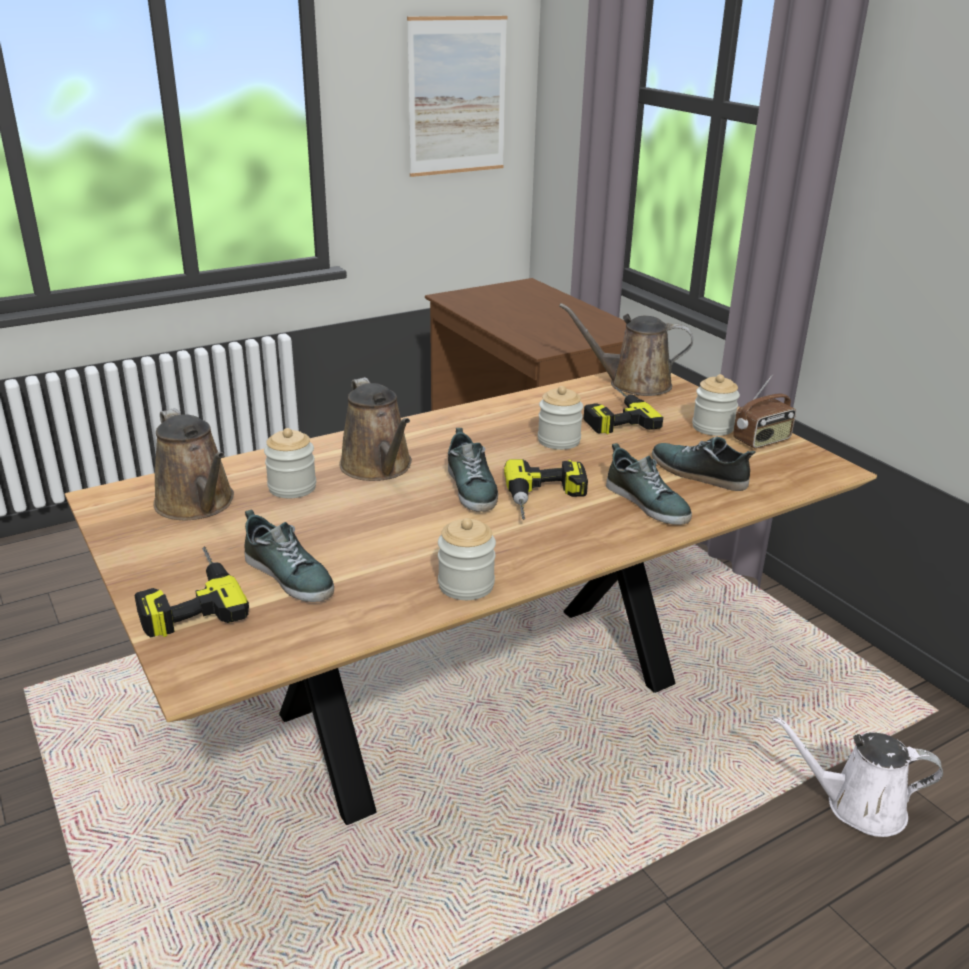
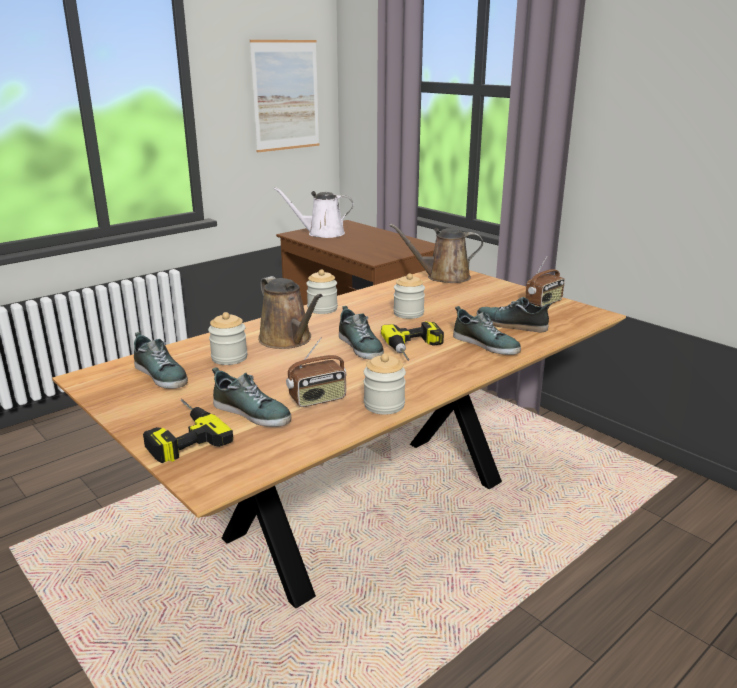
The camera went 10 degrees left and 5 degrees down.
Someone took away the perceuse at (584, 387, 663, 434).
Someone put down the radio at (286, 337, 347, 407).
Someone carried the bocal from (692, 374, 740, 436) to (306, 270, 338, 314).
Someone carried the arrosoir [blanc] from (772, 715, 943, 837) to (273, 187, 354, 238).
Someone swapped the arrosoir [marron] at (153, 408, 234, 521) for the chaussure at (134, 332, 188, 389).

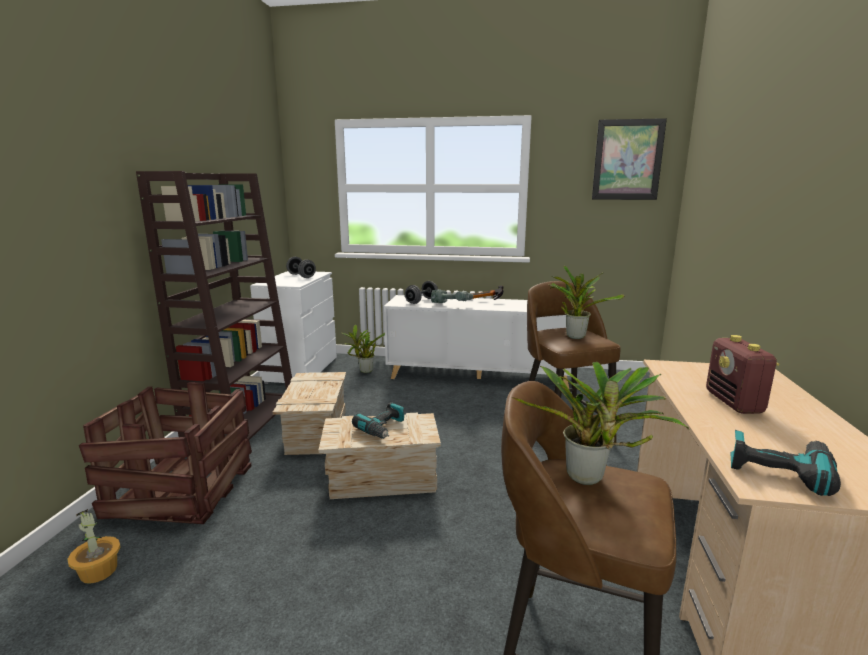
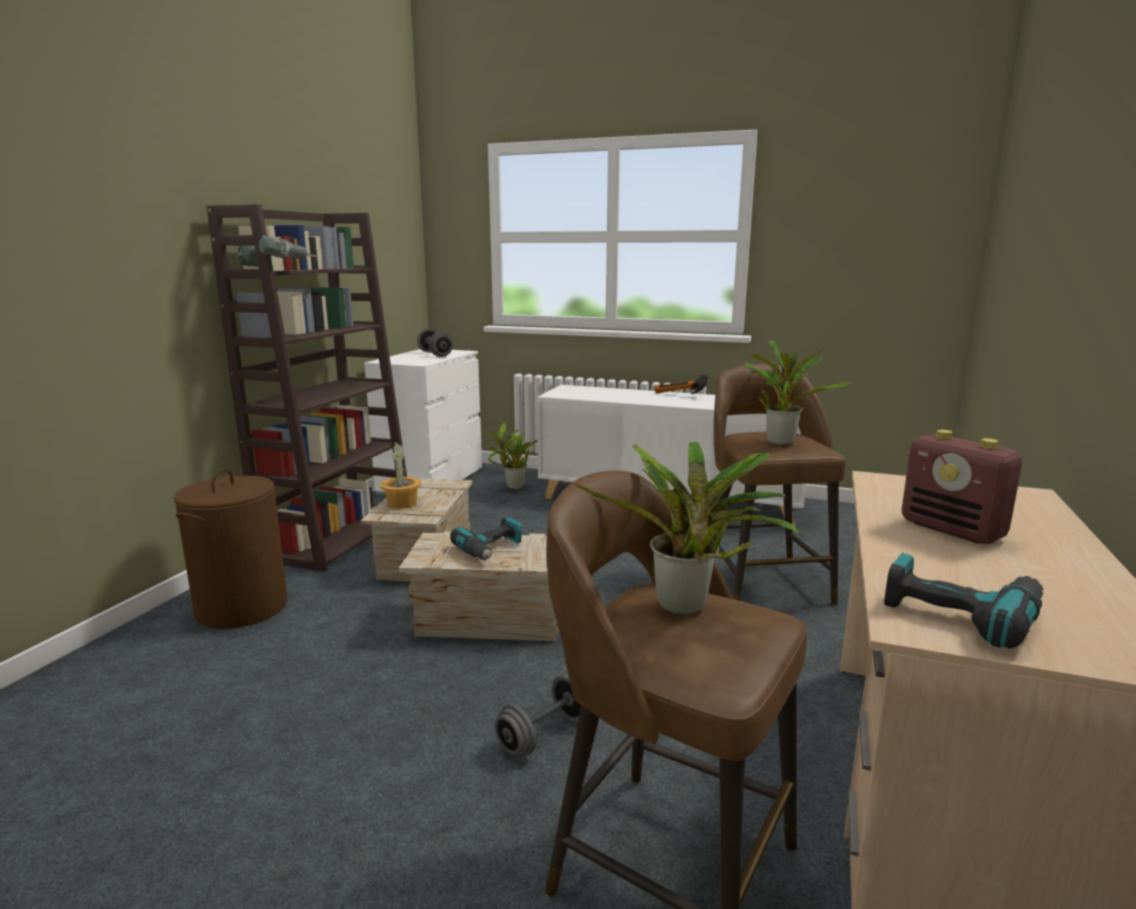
The camera went 10 degrees right and 0 degrees up.
Someone took away the tableau at (592, 118, 667, 200).
Someone carried the plante en pot from (68, 509, 121, 584) to (380, 441, 421, 509).
Someone carried the haltère [gris] from (405, 281, 438, 304) to (495, 674, 581, 755).
Someone carried the perceuse from (431, 289, 474, 303) to (238, 235, 318, 267).
Someone swapped the caisse at (79, 382, 252, 524) for the panier à linge [marron] at (174, 469, 288, 629).
Someone rotated the radio at (706, 335, 780, 414) by 45 degrees counterclockwise.

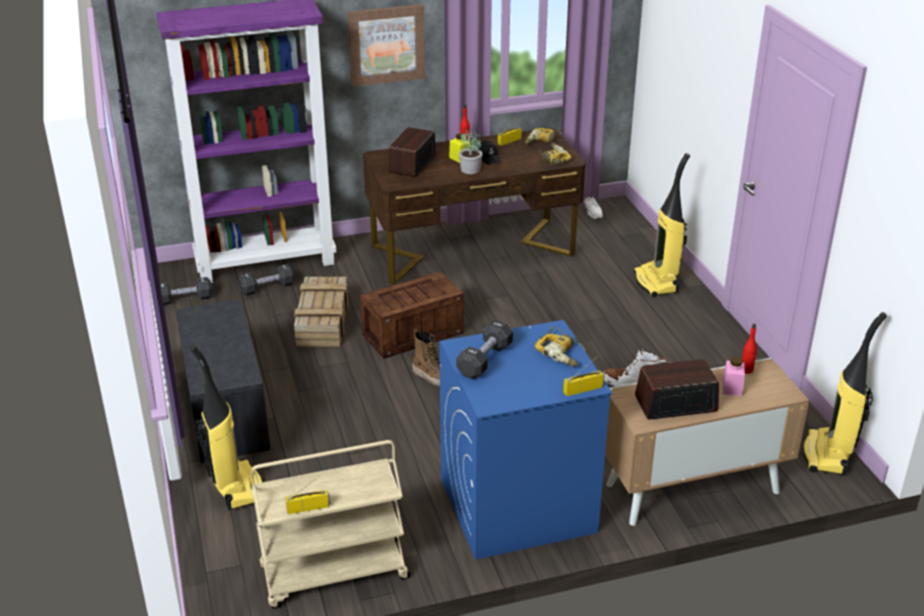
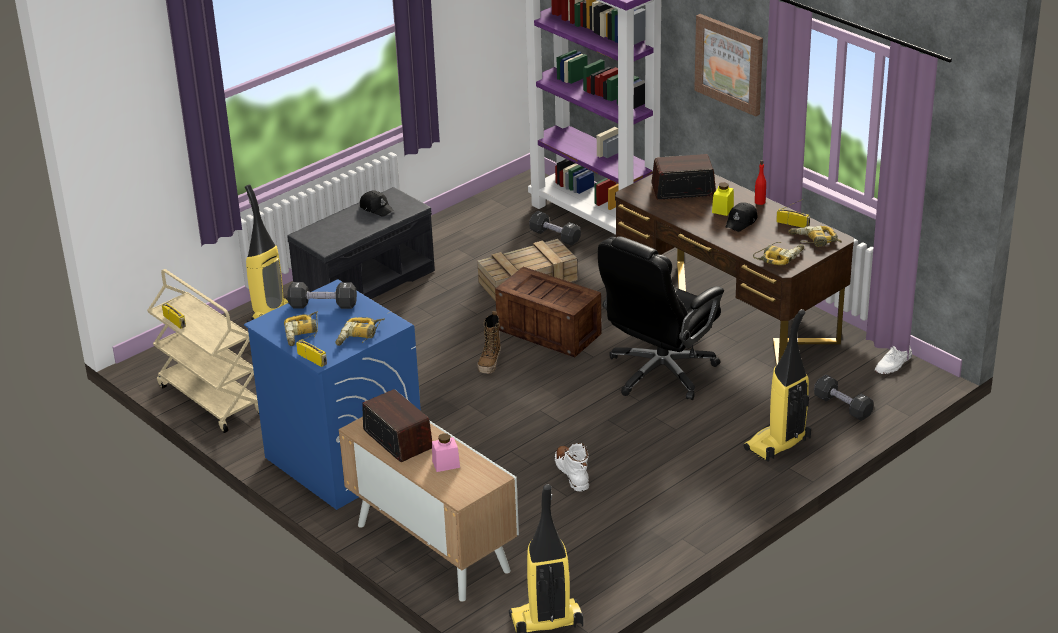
The camera went 65 degrees right and 0 degrees up.
Someone took away the plante en pot at (459, 128, 483, 174).
Someone took away the bouteille [rouge] at (742, 323, 757, 373).
Someone put down the perceuse at (284, 311, 318, 346).
Someone put down the casquette [noir] at (360, 190, 394, 217).
Someone put down the chaise de bureau [noir] at (598, 236, 724, 400).
Someone carried the haltère [noir] from (160, 277, 213, 305) to (814, 375, 873, 421).

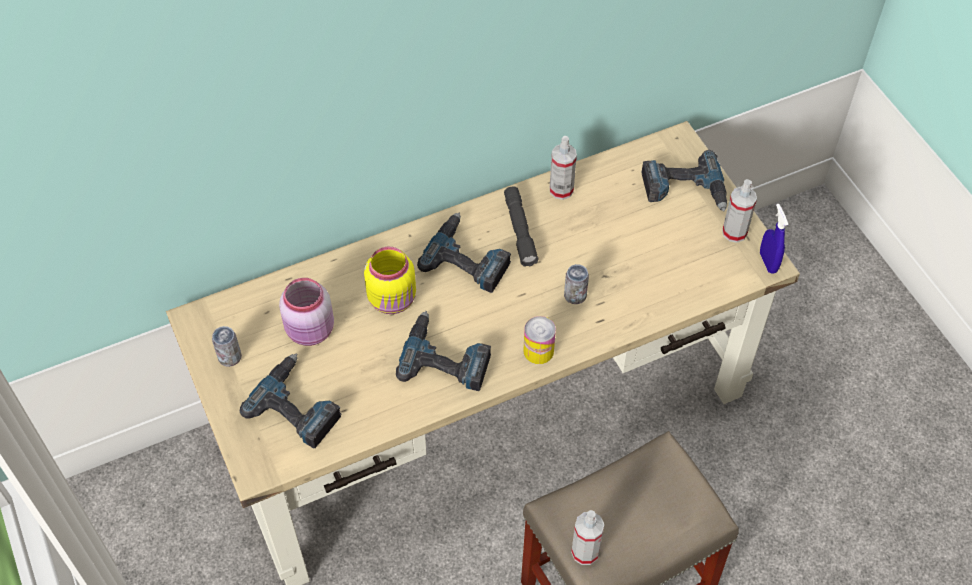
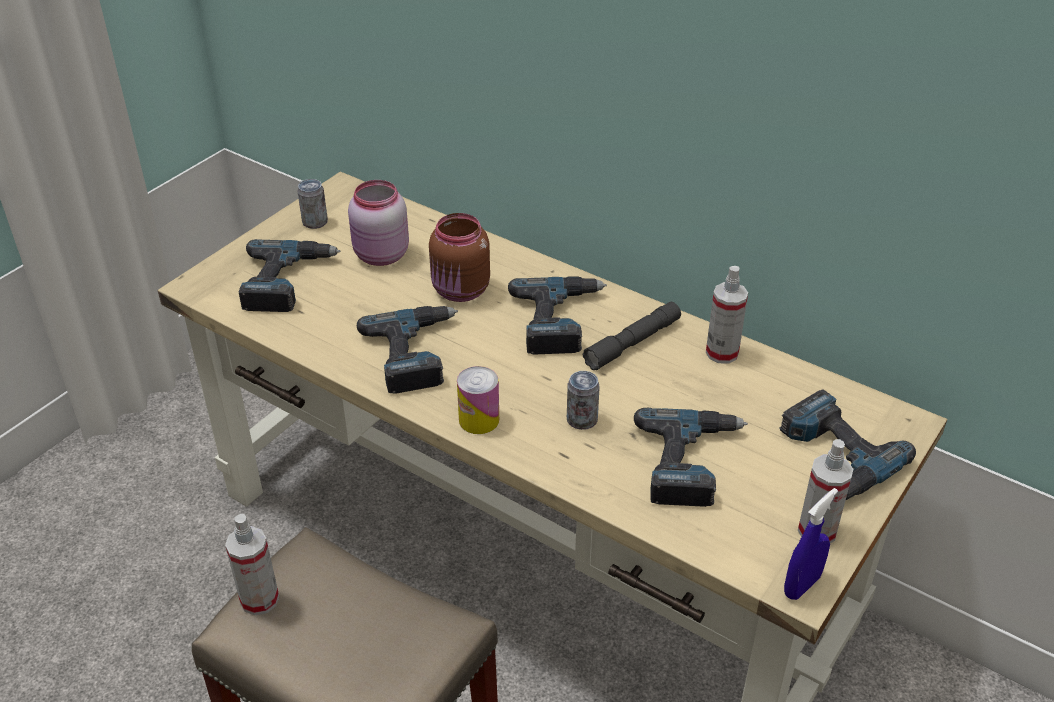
The camera went 60 degrees right and 15 degrees down.
Someone put down the perceuse at (634, 407, 748, 507).
Someone repainted the bocal [jaune] at (364, 247, 416, 314), which became the bocal [marron] at (429, 213, 490, 302).

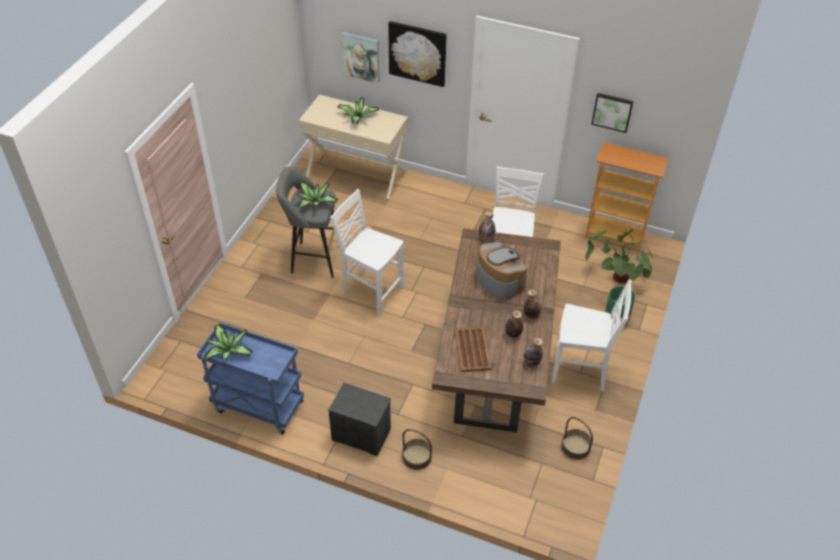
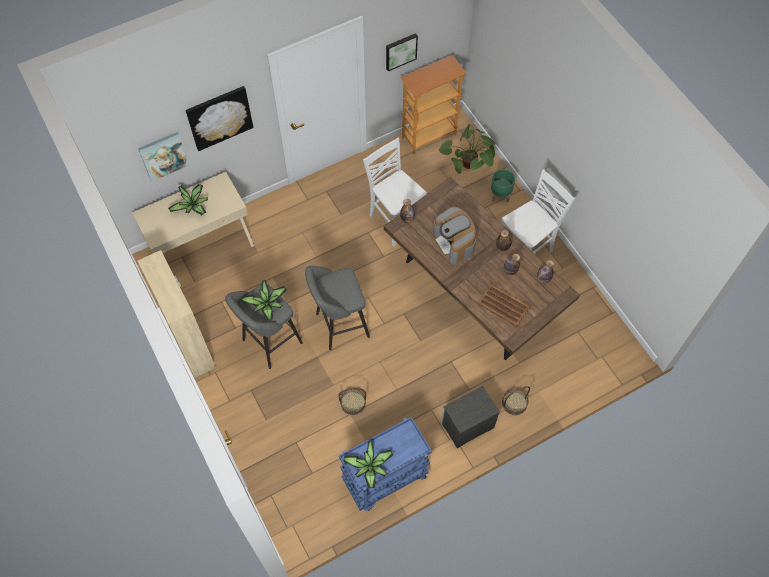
The camera went 50 degrees left and 15 degrees up.
Someone put down the meuble de rangement [beige] at (138, 250, 216, 378).
Someone carried the panier from (561, 417, 593, 460) to (338, 388, 366, 415).
Someone swapped the chaise [blanc] at (330, 189, 404, 315) for the tabouret [gris] at (305, 266, 370, 350).
Someone rotated the machine à café at (476, 242, 527, 299) by 120 degrees counterclockwise.

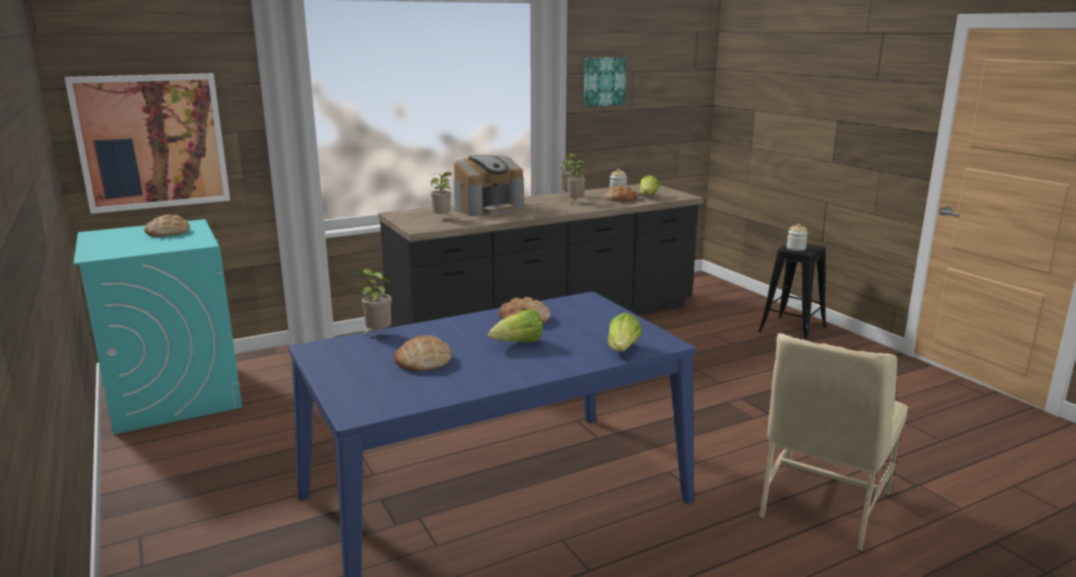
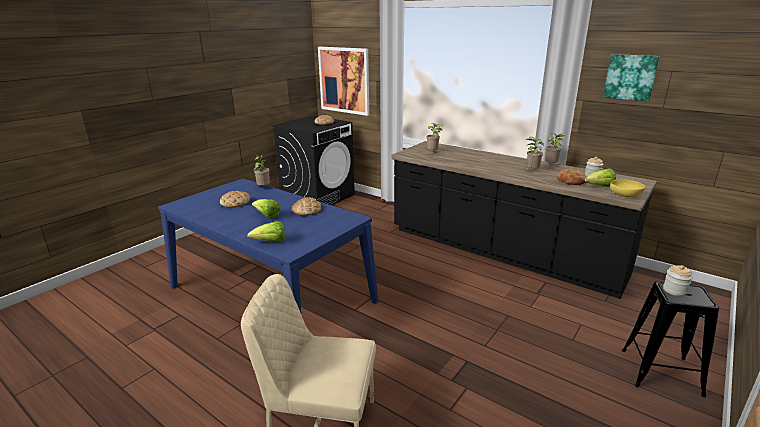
The camera went 65 degrees right and 5 degrees up.
Someone took away the machine à café at (454, 155, 524, 216).
Someone put down the bol [jaune] at (610, 180, 645, 197).
Someone repainted the lave-linge [turquoise] at (74, 219, 242, 435), which became the lave-linge [noir] at (272, 116, 355, 205).

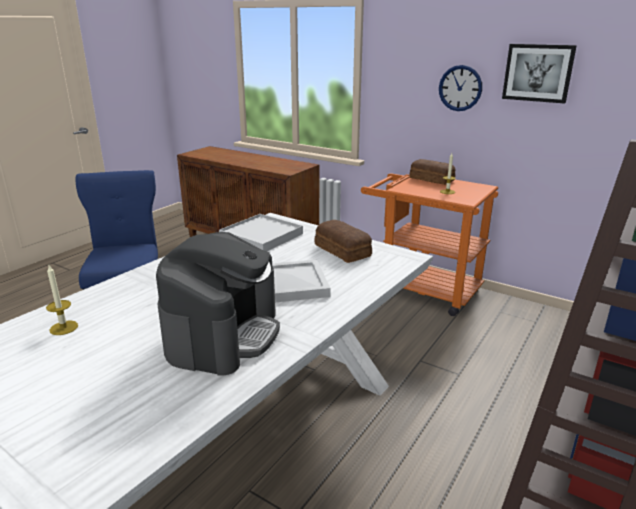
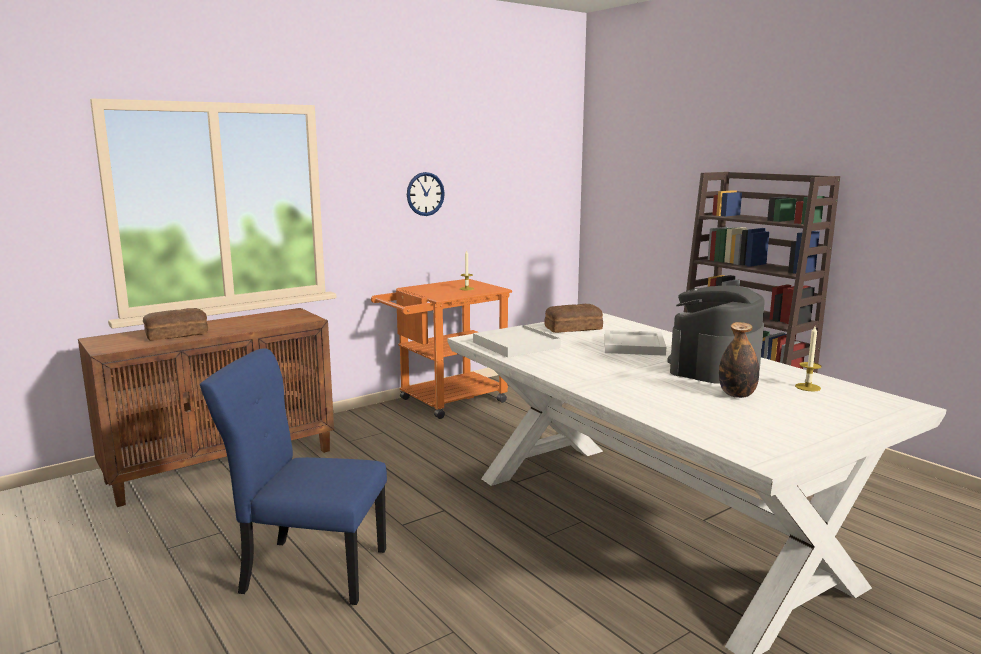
The camera went 70 degrees left and 10 degrees down.
Someone took away the tableau at (502, 44, 577, 103).
Someone put down the bouteille at (719, 322, 759, 398).
Someone carried the bougie from (46, 265, 78, 335) to (795, 326, 822, 391).
Someone carried the pain from (410, 159, 456, 185) to (143, 308, 208, 341).
Someone rotated the machine à café at (156, 232, 280, 376) by 90 degrees counterclockwise.

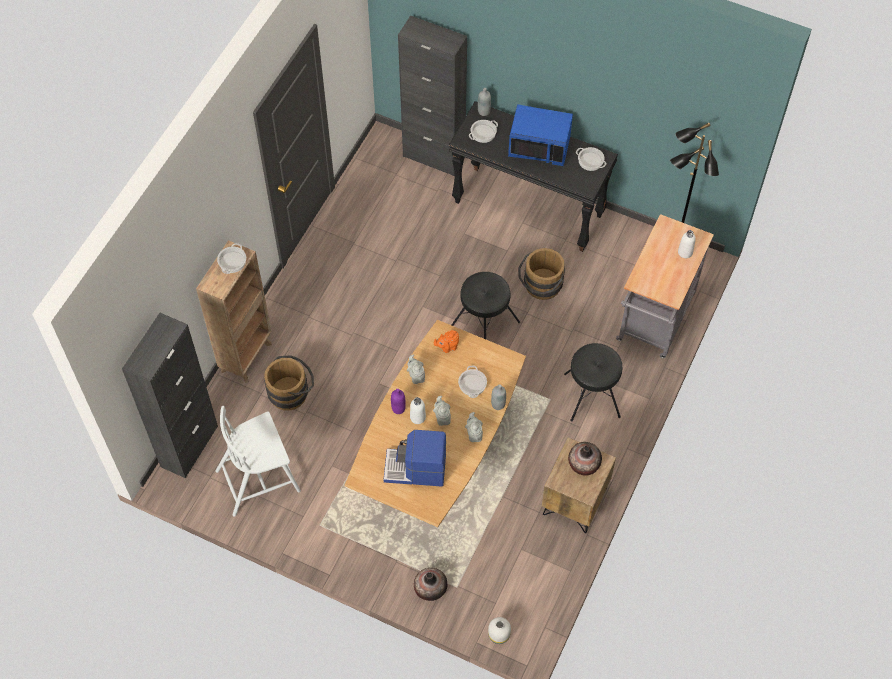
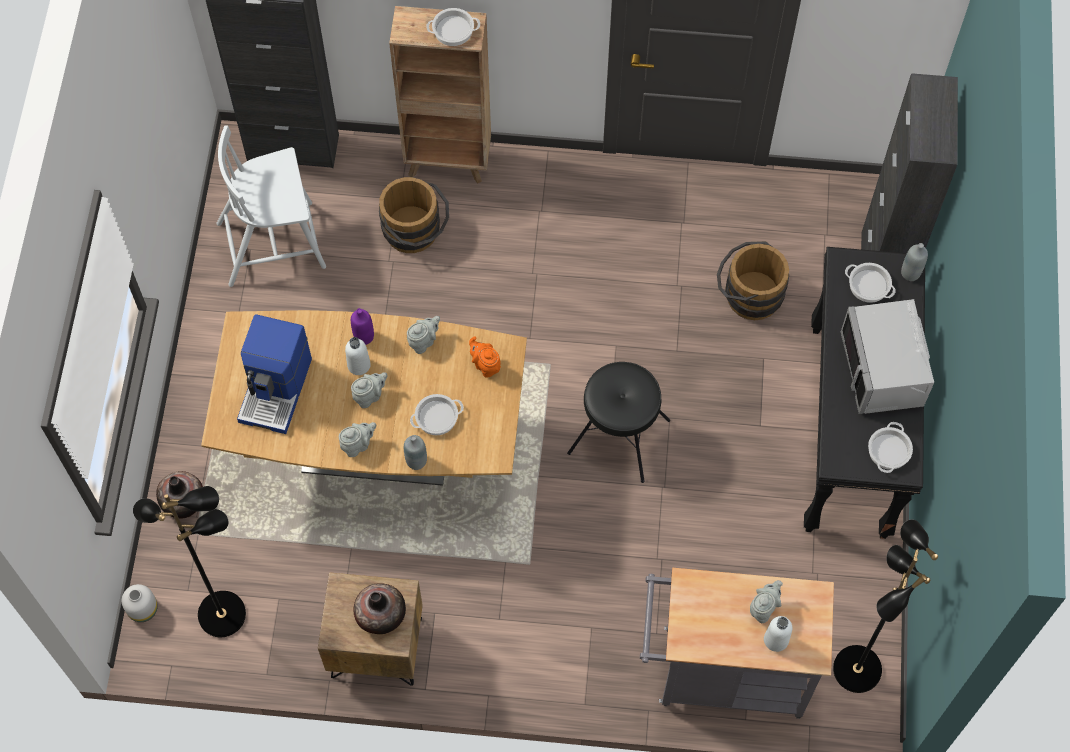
The camera went 70 degrees right and 5 degrees up.
Someone took away the tabouret [noir] at (564, 343, 622, 422).
Someone put down the lampadaire [noir] at (133, 486, 246, 637).
Someone put down the théière [gris] at (750, 580, 783, 623).
Someone carried the seau [marron] from (518, 248, 565, 300) to (717, 241, 789, 320).
Someone repainted the micro-ondes [bleu] at (508, 104, 573, 166), which became the micro-ondes [gris] at (841, 299, 934, 414).
Someone rotated the chaise [blanc] at (215, 406, 301, 517) by 60 degrees counterclockwise.
Someone rotated the machine à café at (383, 430, 446, 487) by 150 degrees counterclockwise.

